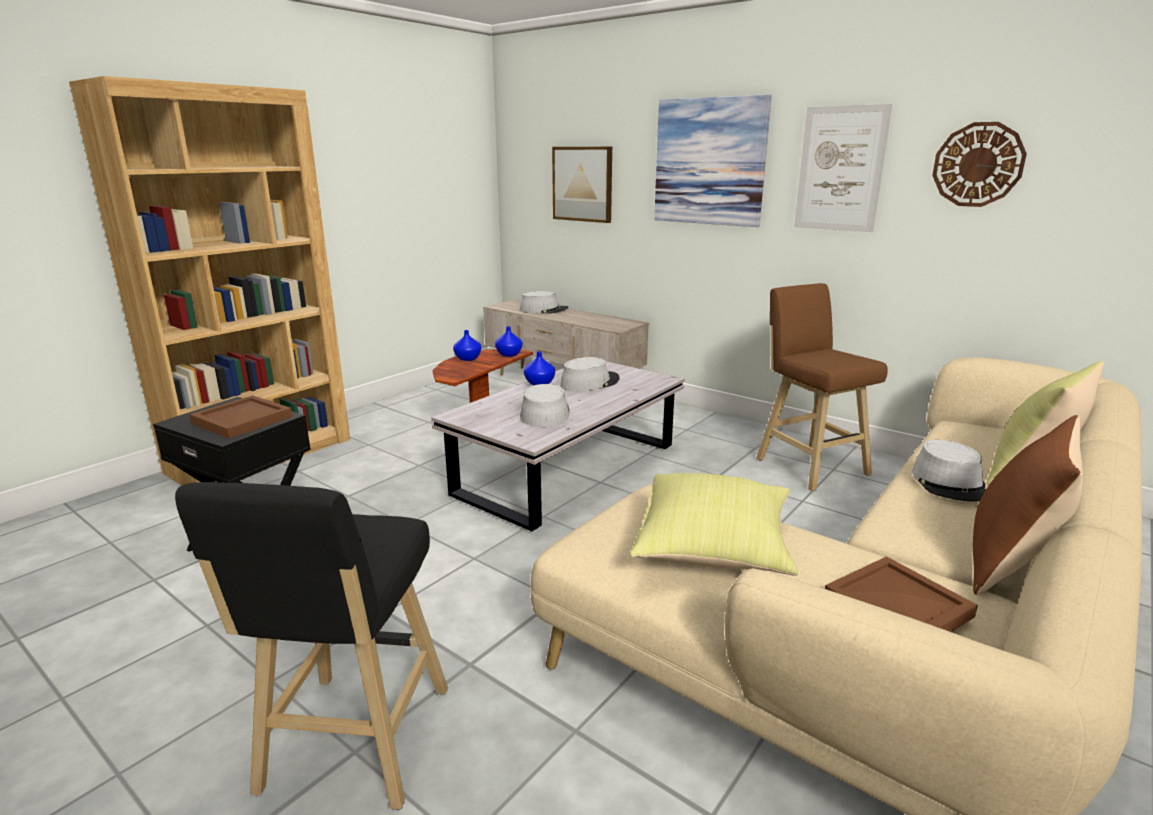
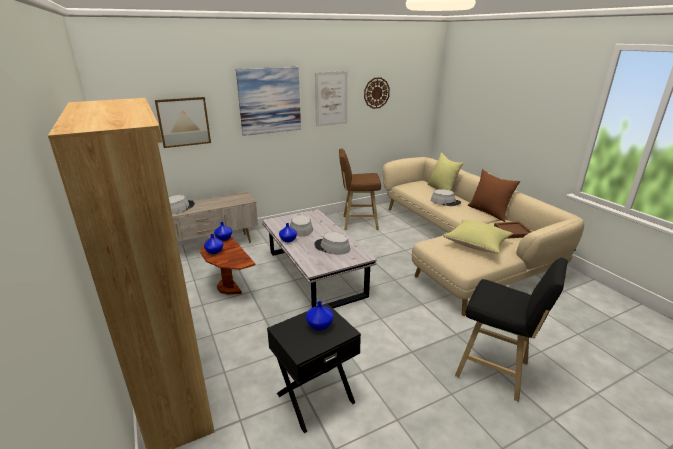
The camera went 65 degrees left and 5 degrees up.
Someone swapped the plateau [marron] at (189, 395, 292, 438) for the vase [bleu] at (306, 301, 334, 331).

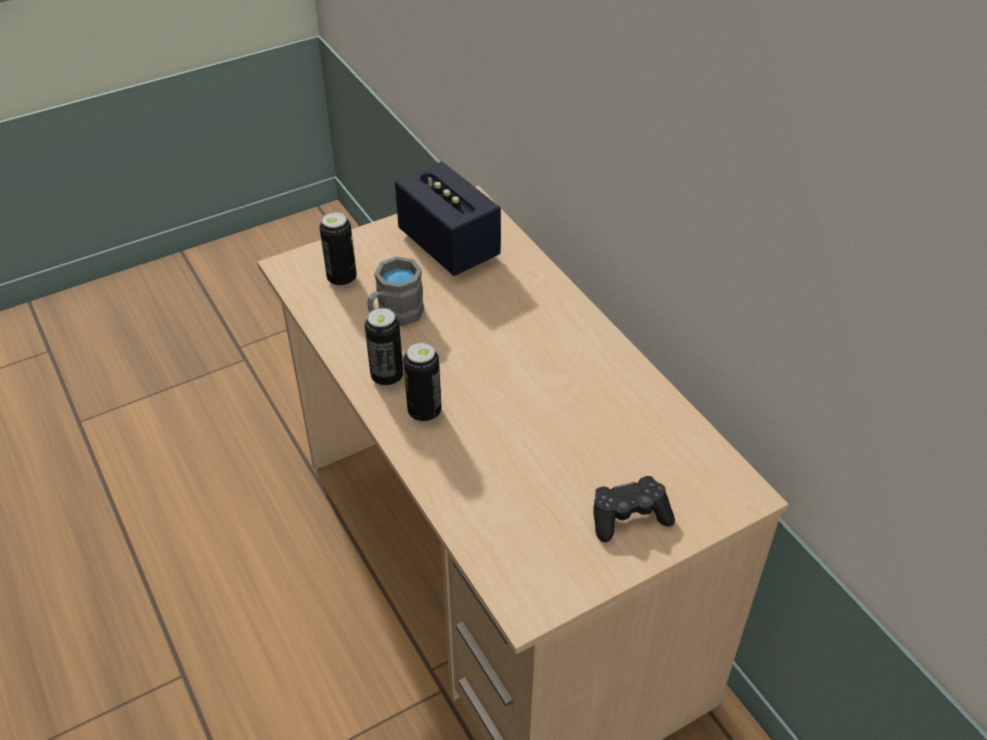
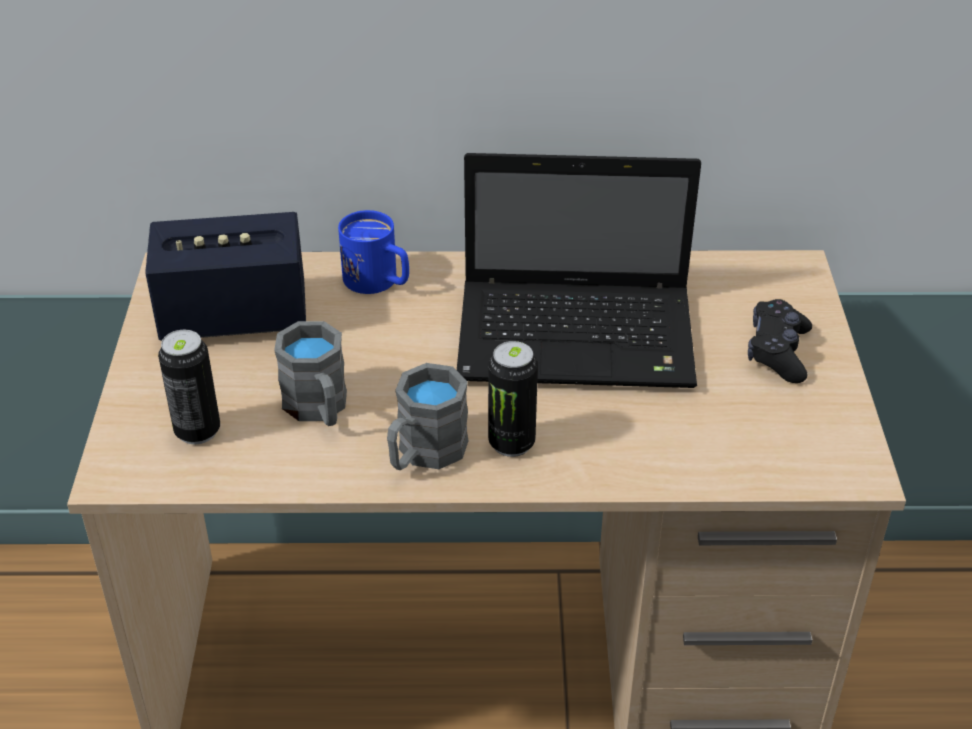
The camera went 60 degrees left and 5 degrees down.
Someone put down the mug [bleu] at (338, 210, 409, 294).
Someone put down the ordinateur portable at (457, 153, 701, 388).
Someone swapped the boîte métallique at (365, 308, 403, 387) for the mug [gris] at (387, 363, 469, 470).

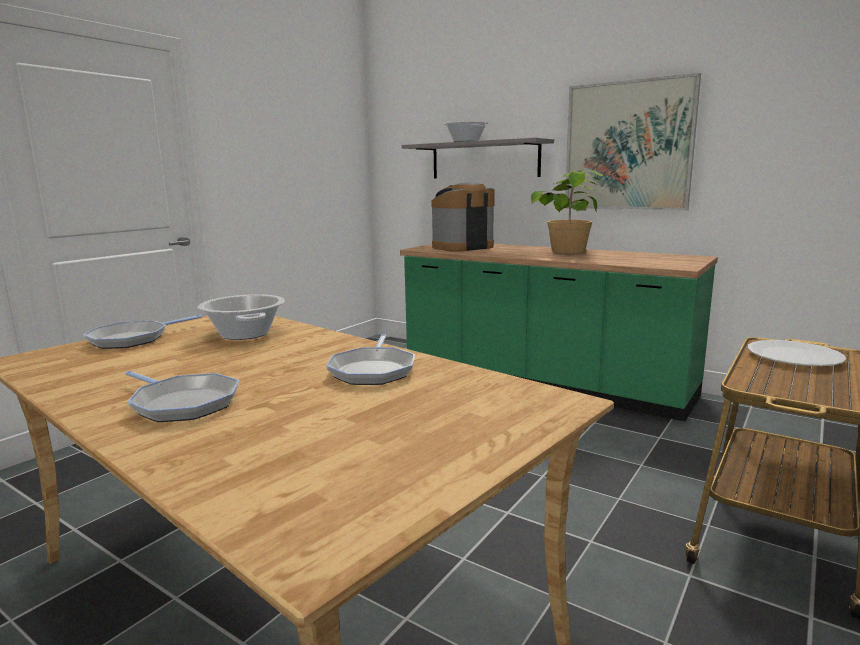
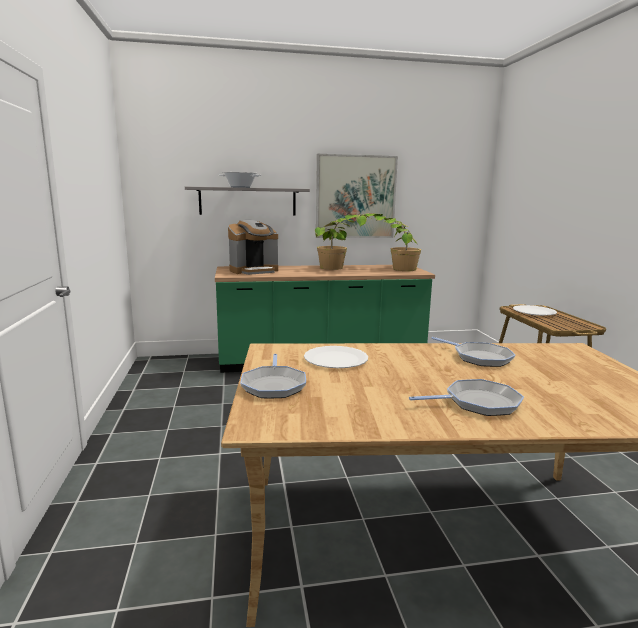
The camera went 45 degrees left and 0 degrees up.
Someone put down the plante en pot at (364, 213, 421, 271).
Someone swapped the marmite at (198, 294, 285, 340) for the assiette [blanc] at (304, 346, 368, 368).
Someone rotated the machine à café at (431, 182, 495, 251) by 135 degrees counterclockwise.

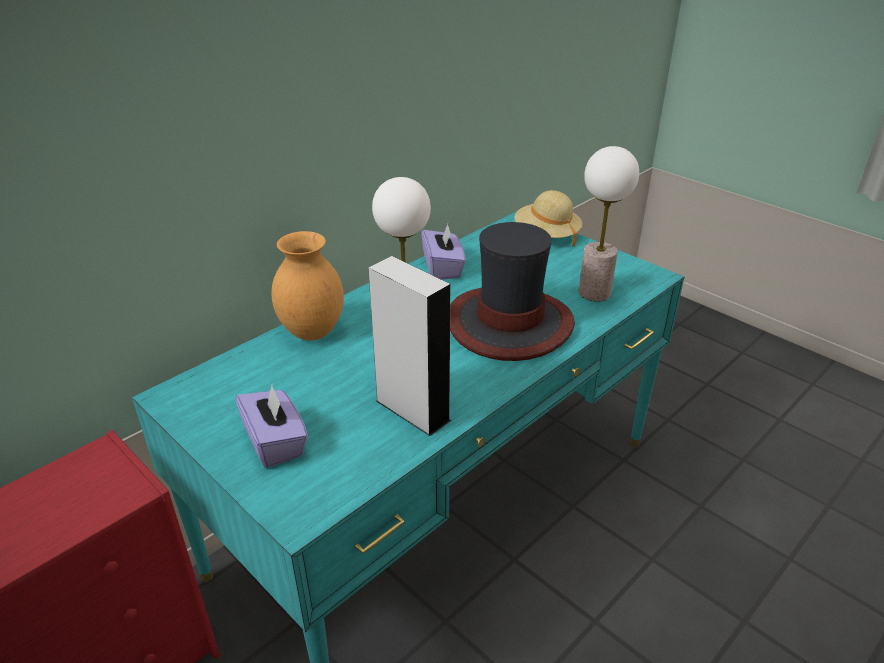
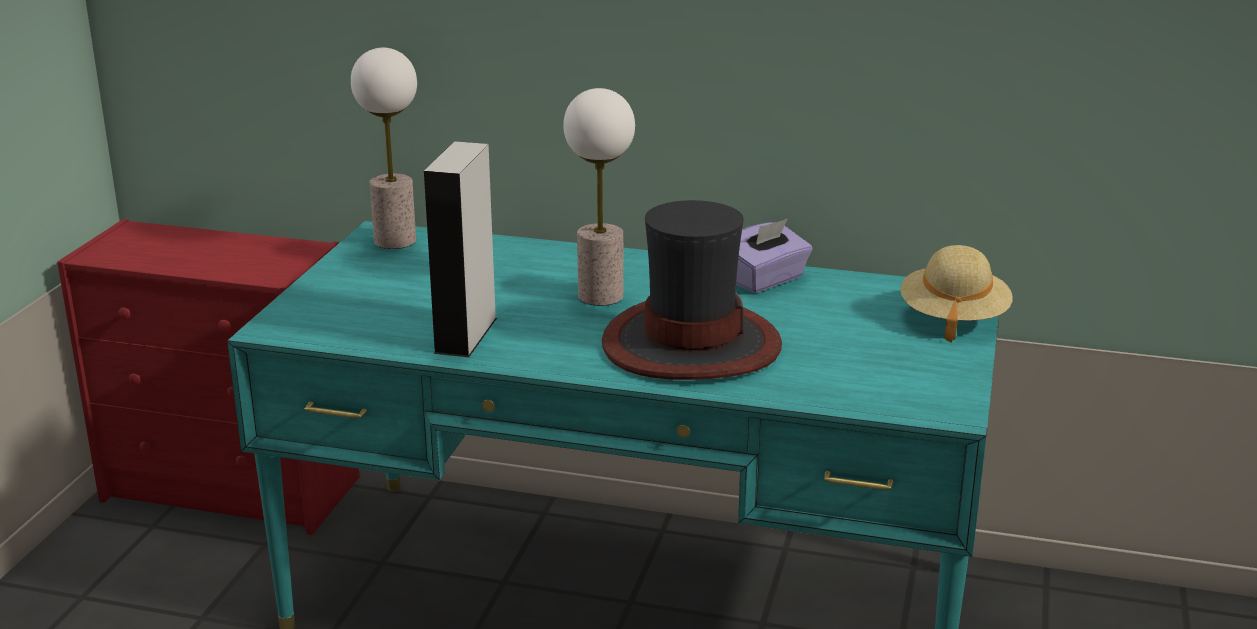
The camera went 60 degrees right and 10 degrees down.
Someone took away the boîte à mouchoirs [violet] at (235, 385, 308, 468).
Someone took away the vase [marron] at (271, 231, 344, 340).
Someone carried the lampe de table from (579, 146, 639, 302) to (351, 48, 417, 249).

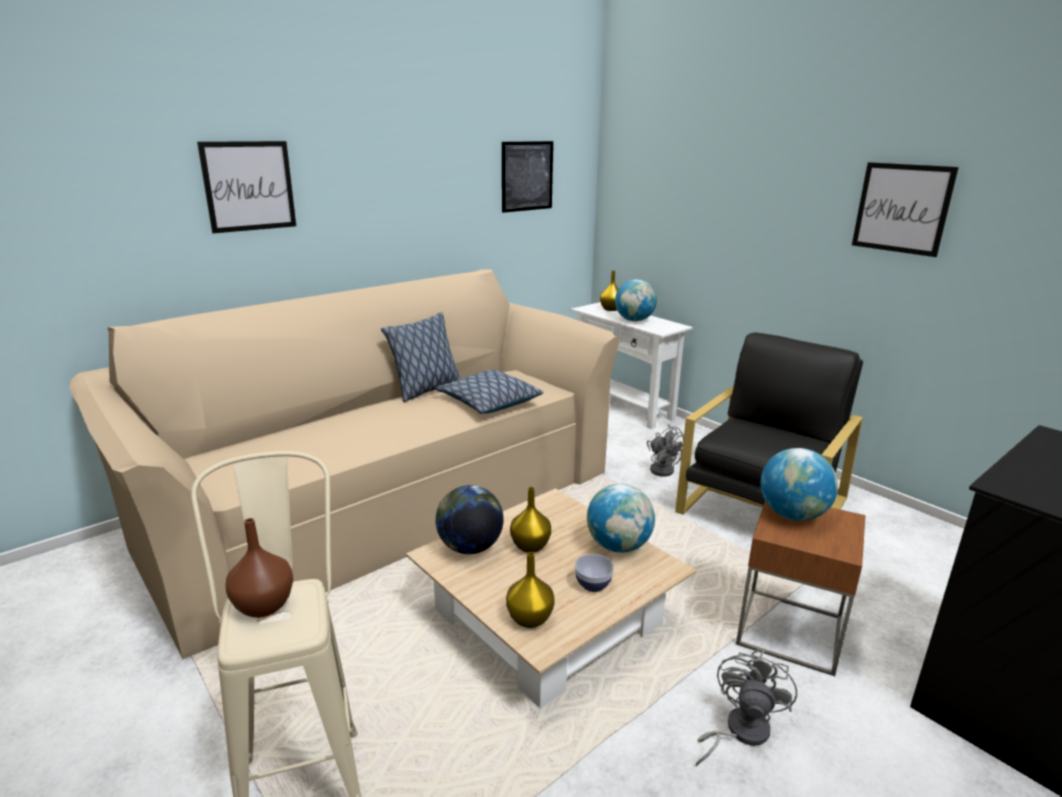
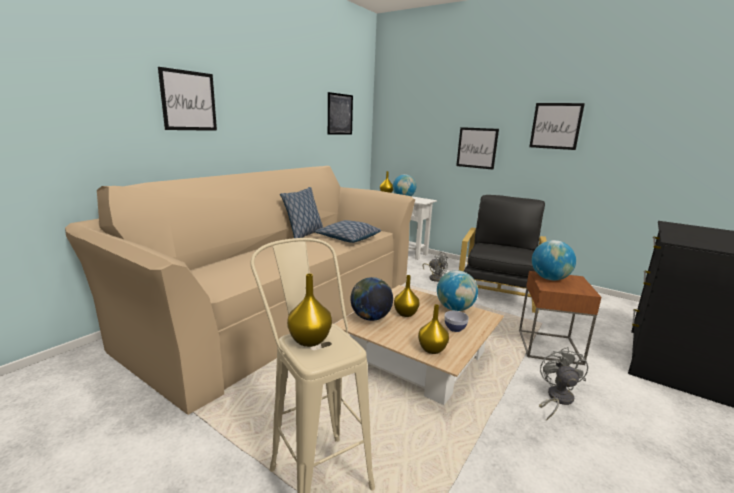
The camera went 15 degrees left and 5 degrees down.
Someone put up the tableau at (456, 127, 499, 170).
Someone repainted the vase [marron] at (226, 518, 293, 618), which became the vase [jaune] at (287, 274, 332, 347).

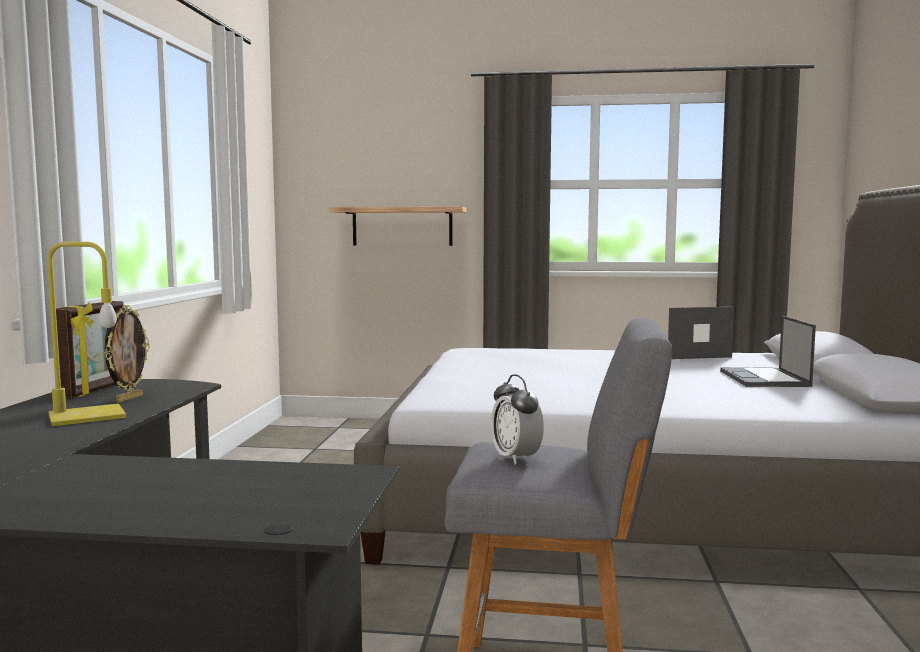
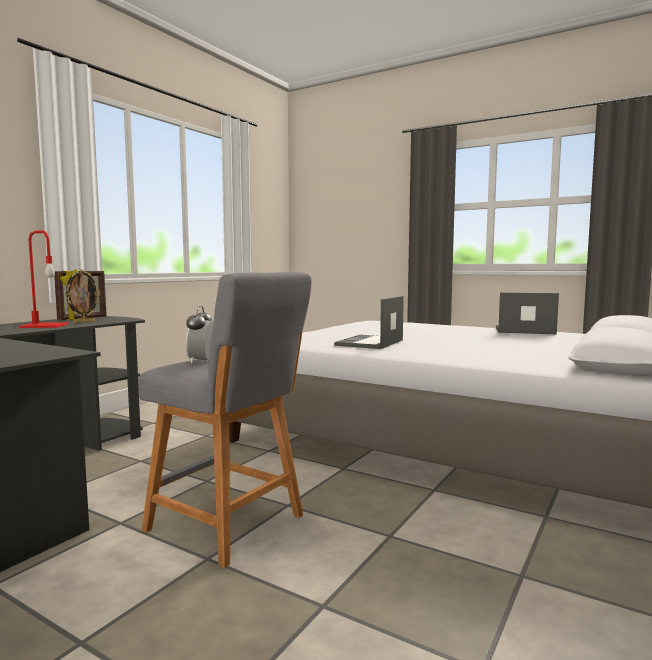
The camera went 25 degrees right and 0 degrees up.
Someone took away the étagère at (329, 207, 466, 246).
Someone carried the ordinateur portable from (720, 316, 816, 387) to (334, 296, 404, 349).
Someone repainted the lampe de table [jaune] at (47, 242, 126, 426), which became the lampe de table [rouge] at (19, 230, 69, 328).

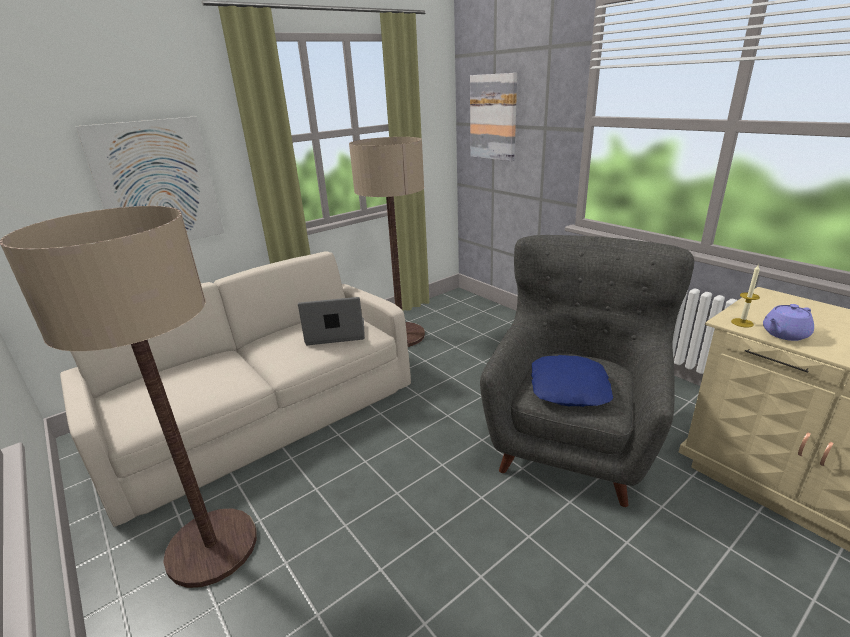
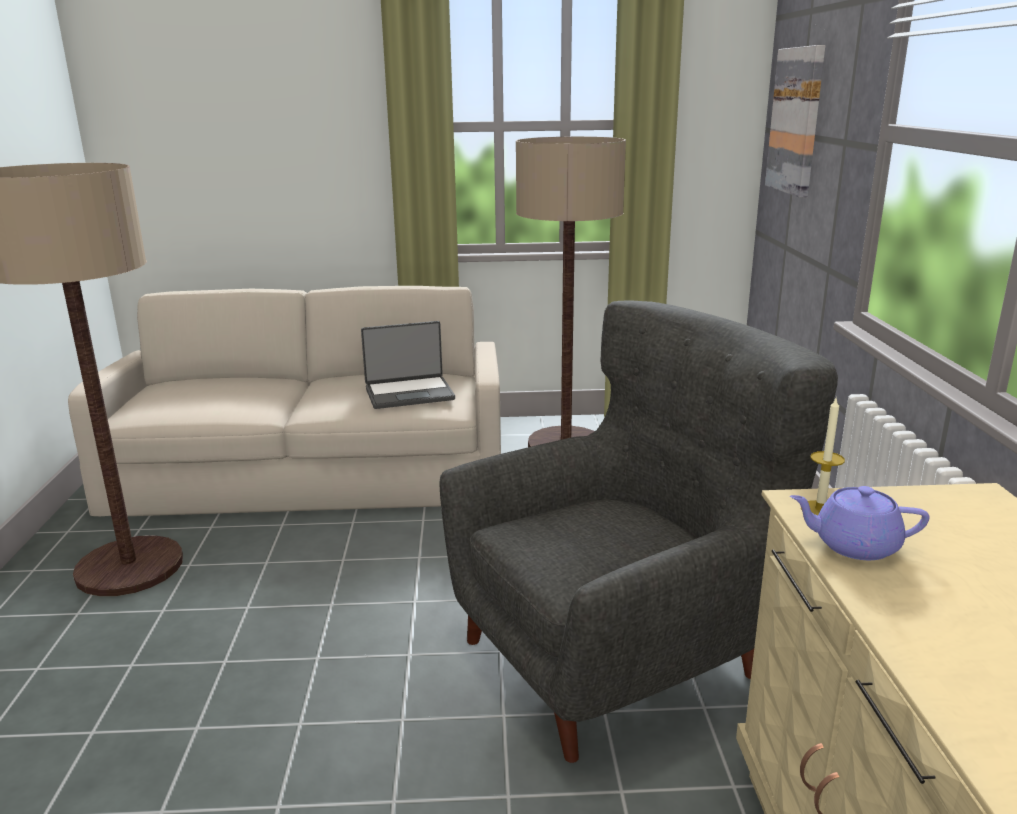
The camera went 35 degrees right and 5 degrees down.
Someone took away the tableau at (76, 116, 224, 241).
Someone took away the coussin [bleu] at (531, 355, 613, 407).
Someone rotated the ordinateur portable at (298, 297, 365, 345) by 135 degrees clockwise.

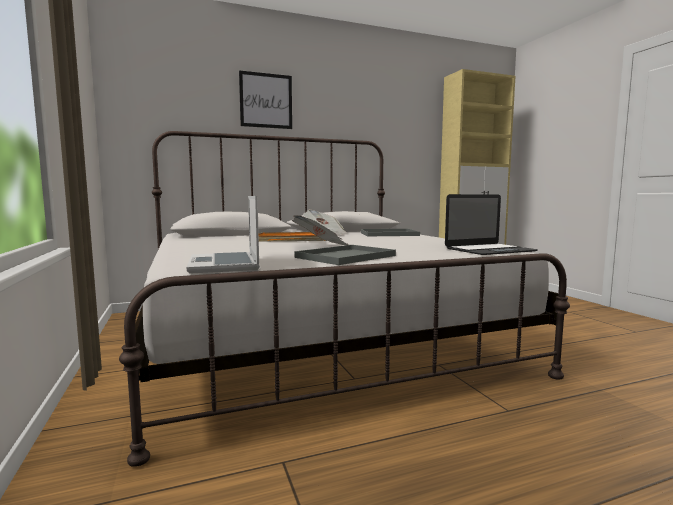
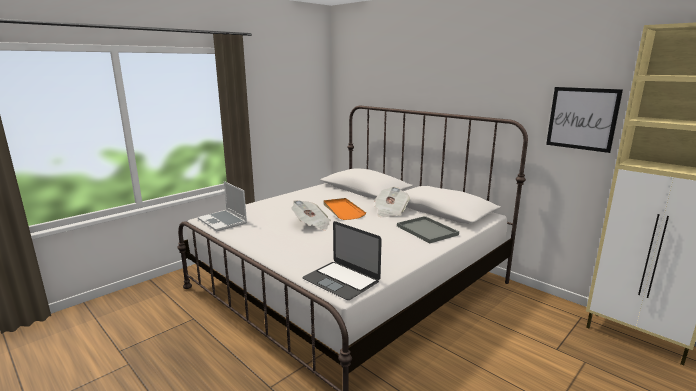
The camera went 65 degrees right and 10 degrees up.
Someone took away the plateau [gris] at (294, 245, 396, 265).
Someone carried the tableau from (239, 70, 292, 129) to (546, 87, 623, 153).
Someone rotated the ordinateur portable at (187, 196, 260, 273) by 90 degrees counterclockwise.

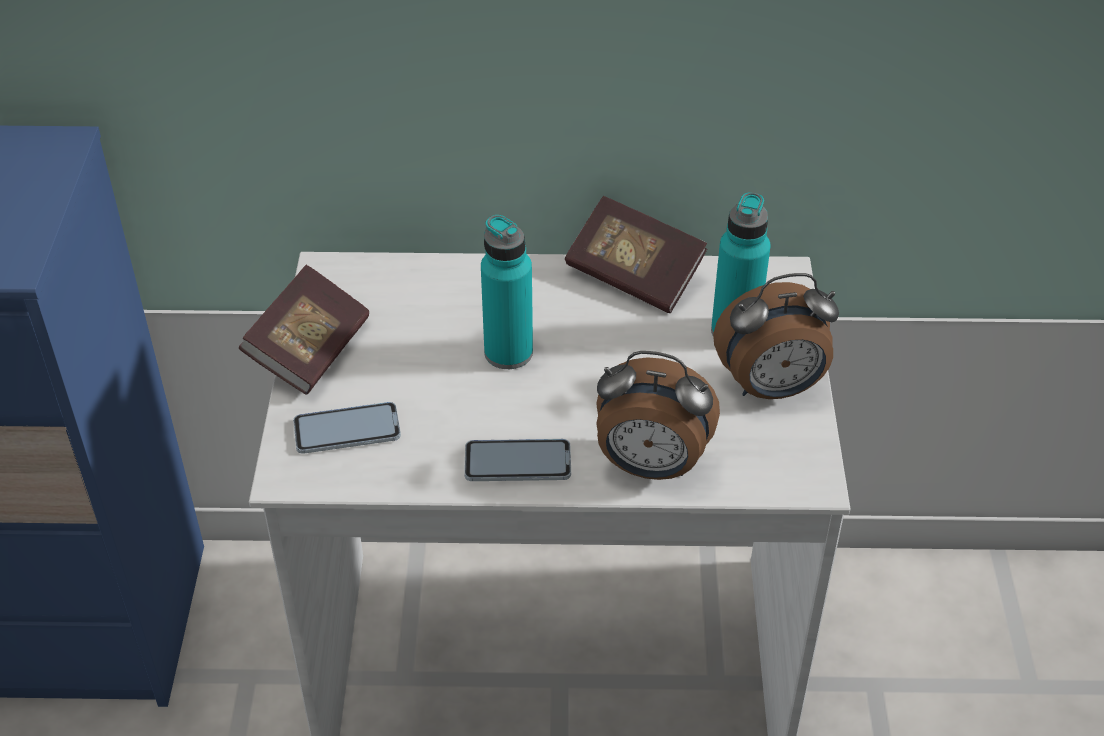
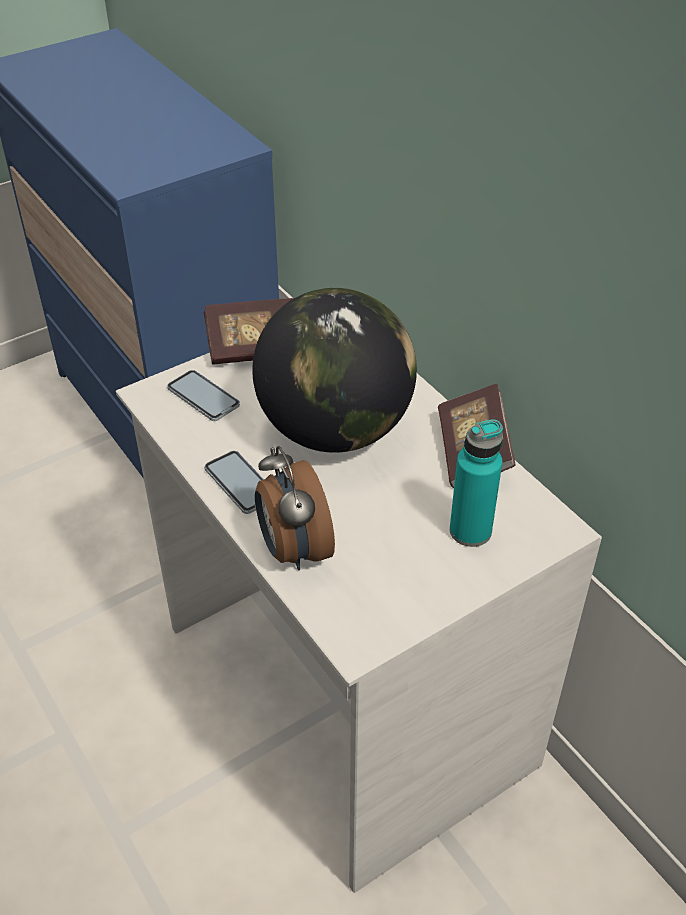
The camera went 55 degrees right and 0 degrees up.
Someone took away the réveil at (713, 273, 839, 399).
Someone swapped the bouteille [turquoise] at (481, 215, 533, 369) for the globe at (252, 288, 417, 453).

